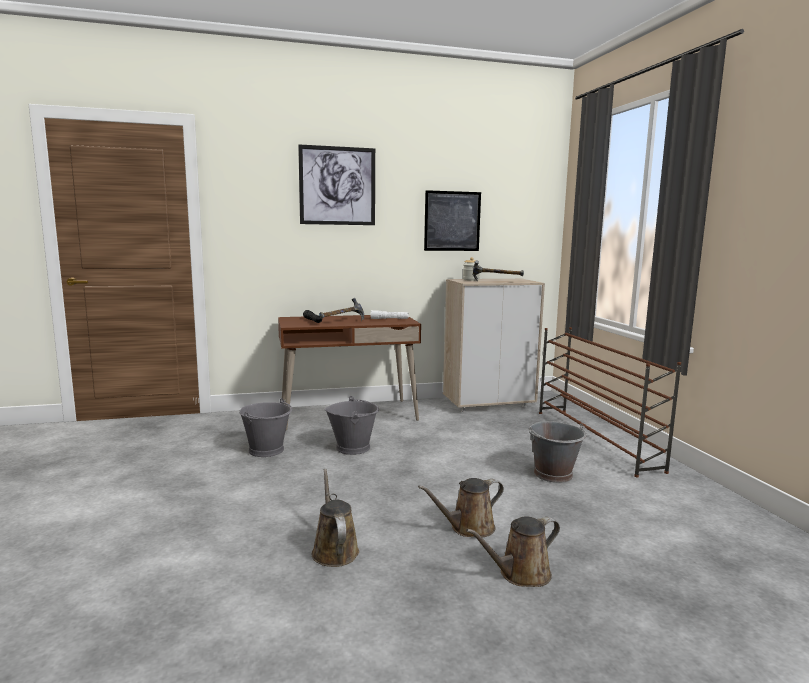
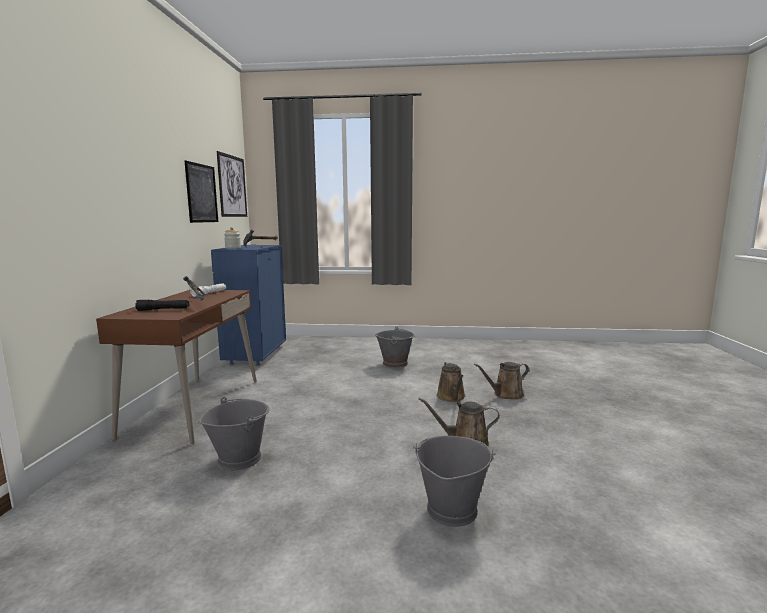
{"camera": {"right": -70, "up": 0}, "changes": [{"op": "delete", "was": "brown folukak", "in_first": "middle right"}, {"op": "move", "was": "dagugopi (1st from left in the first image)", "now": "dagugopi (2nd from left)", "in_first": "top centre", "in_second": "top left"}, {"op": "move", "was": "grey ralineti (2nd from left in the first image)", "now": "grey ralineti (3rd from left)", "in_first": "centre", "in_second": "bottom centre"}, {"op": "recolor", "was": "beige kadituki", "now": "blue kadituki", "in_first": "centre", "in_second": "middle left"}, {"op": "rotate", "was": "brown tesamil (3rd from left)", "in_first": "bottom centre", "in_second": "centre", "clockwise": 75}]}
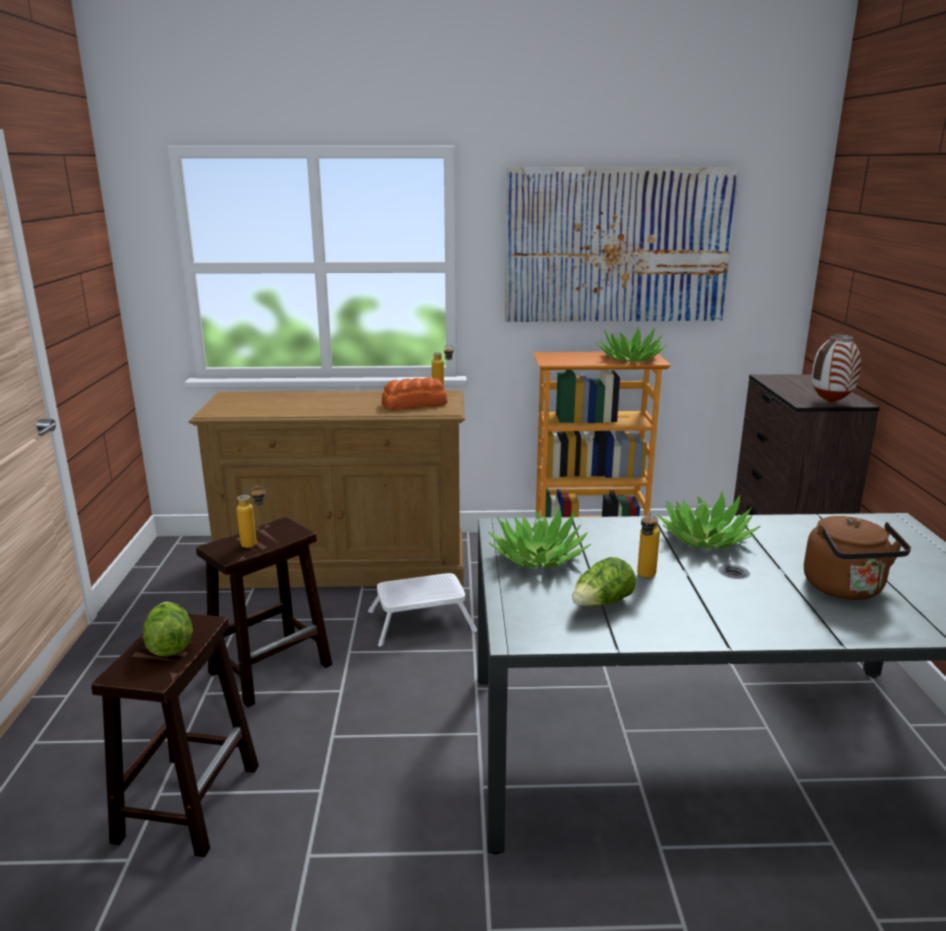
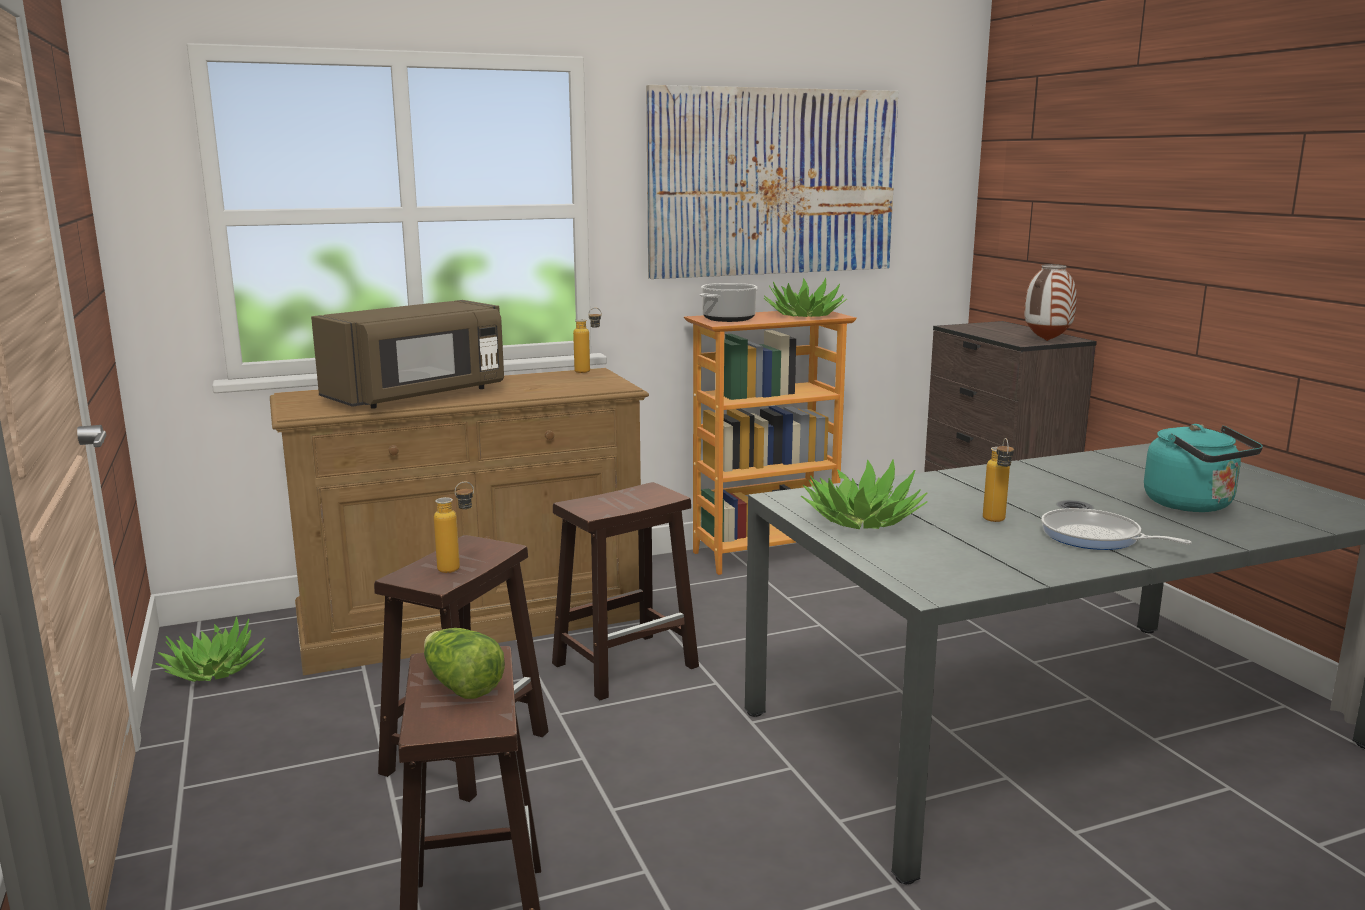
{"camera": {"right": -20, "up": -5}, "changes": [{"op": "delete", "was": "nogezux", "in_first": "centre"}, {"op": "delete", "was": "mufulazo (2nd from left)", "in_first": "centre"}, {"op": "insert", "now": "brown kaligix", "in_second": "middle left"}, {"op": "insert", "now": "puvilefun", "in_second": "top centre"}, {"op": "insert", "now": "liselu", "in_second": "middle right"}, {"op": "move", "was": "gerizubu (3rd from left in the first image)", "now": "gerizubu (1st from left)", "in_first": "middle right", "in_second": "bottom left"}, {"op": "replace", "was": "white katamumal", "now": "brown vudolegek (3rd from left)", "in_first": "centre", "in_second": "centre"}, {"op": "recolor", "was": "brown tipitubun", "now": "turquoise tipitubun", "in_first": "middle right", "in_second": "middle right"}]}
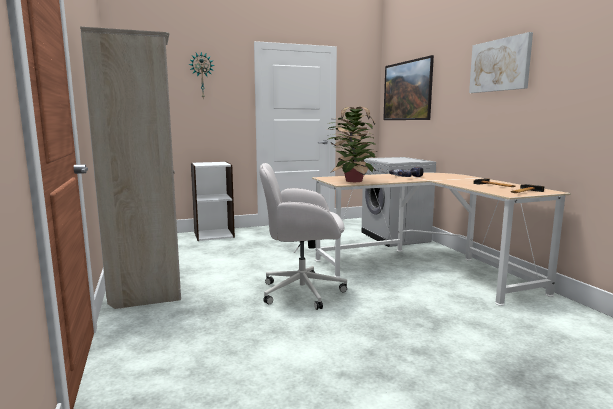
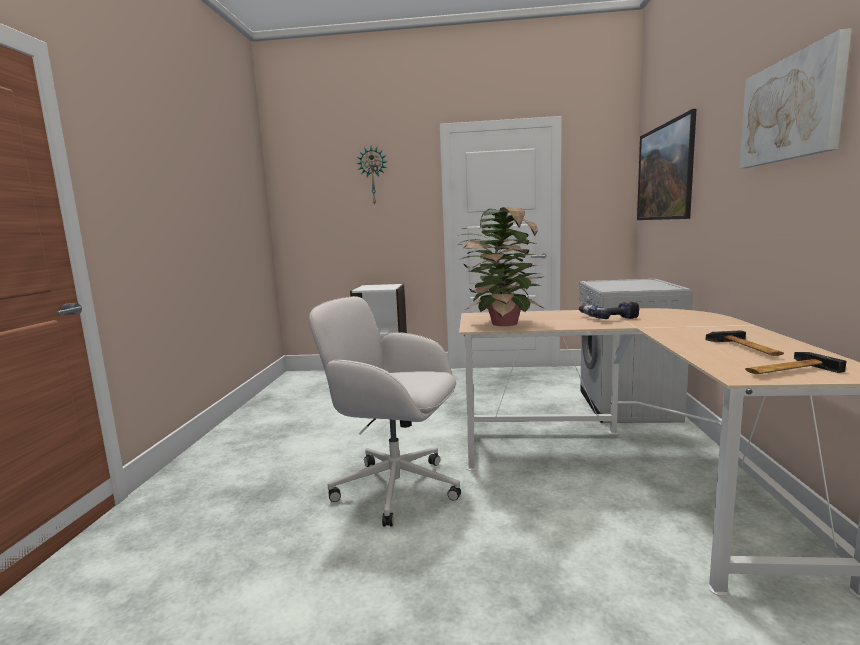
{"camera": {"right": 25, "up": 0}, "changes": [{"op": "delete", "was": "beige kadituki", "in_first": "middle left"}]}
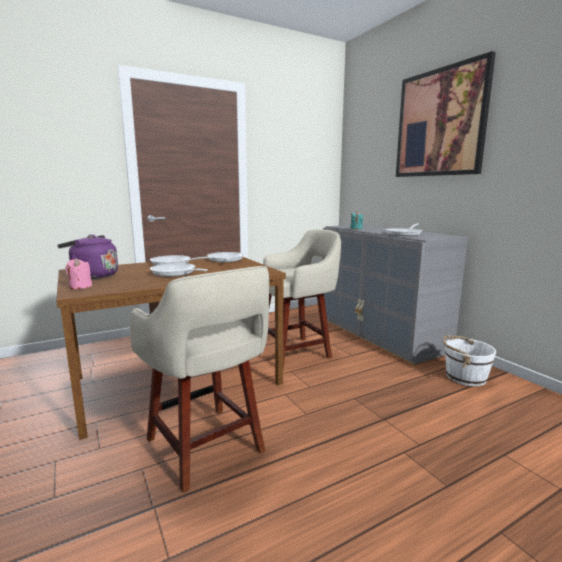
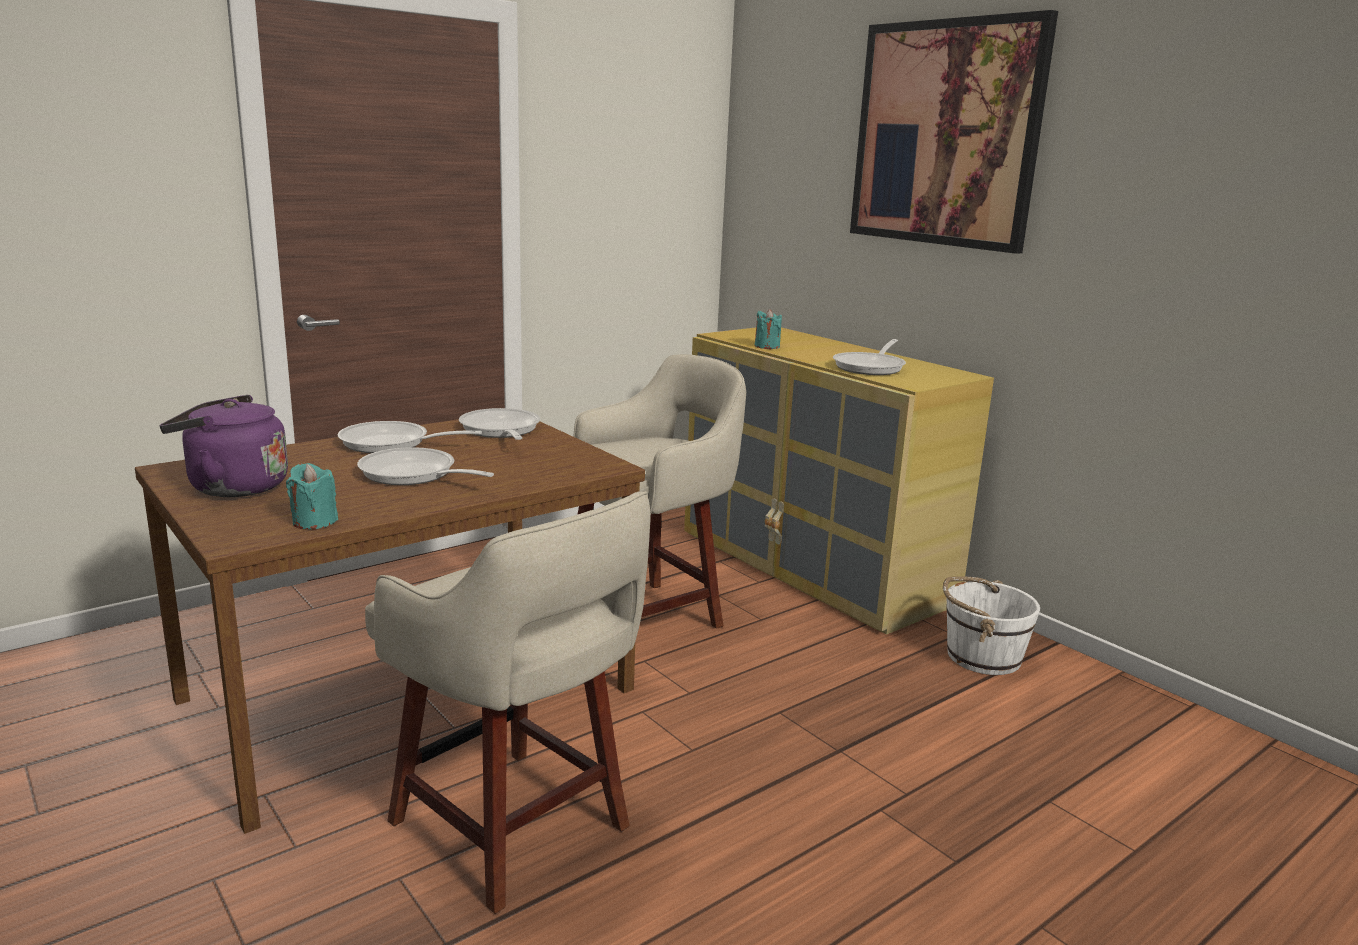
{"camera": {"right": -10, "up": 5}, "changes": [{"op": "delete", "was": "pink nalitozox", "in_first": "middle left"}, {"op": "insert", "now": "turquoise nalitozox (1st from left)", "in_second": "middle left"}, {"op": "recolor", "was": "grey kadituki", "now": "yellow kadituki", "in_first": "middle right", "in_second": "centre"}]}
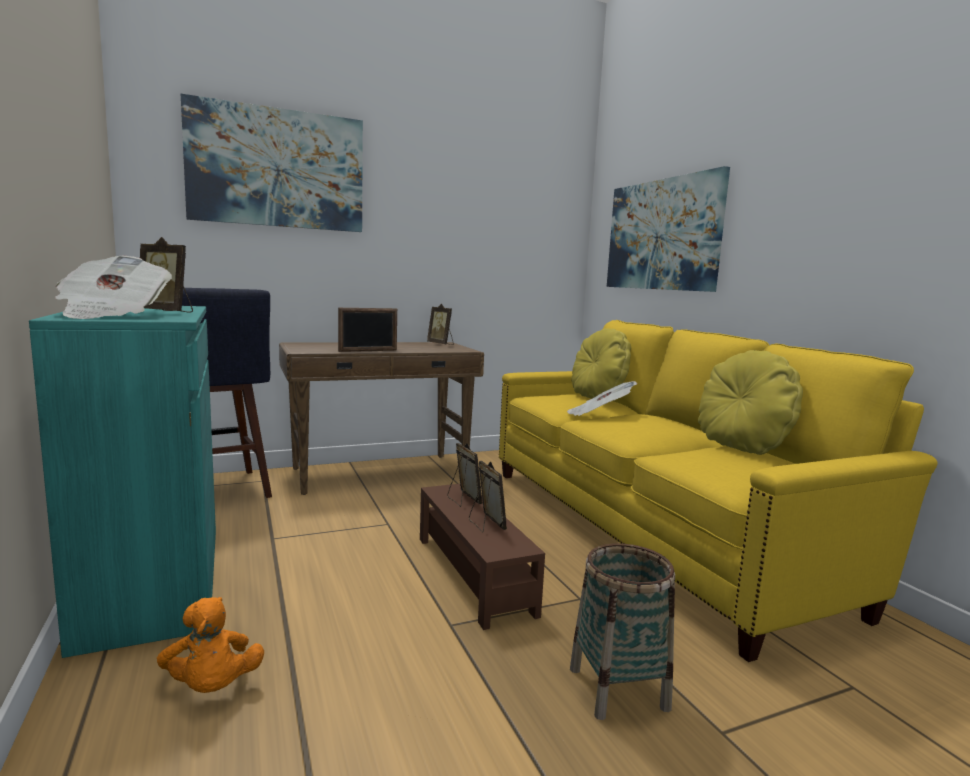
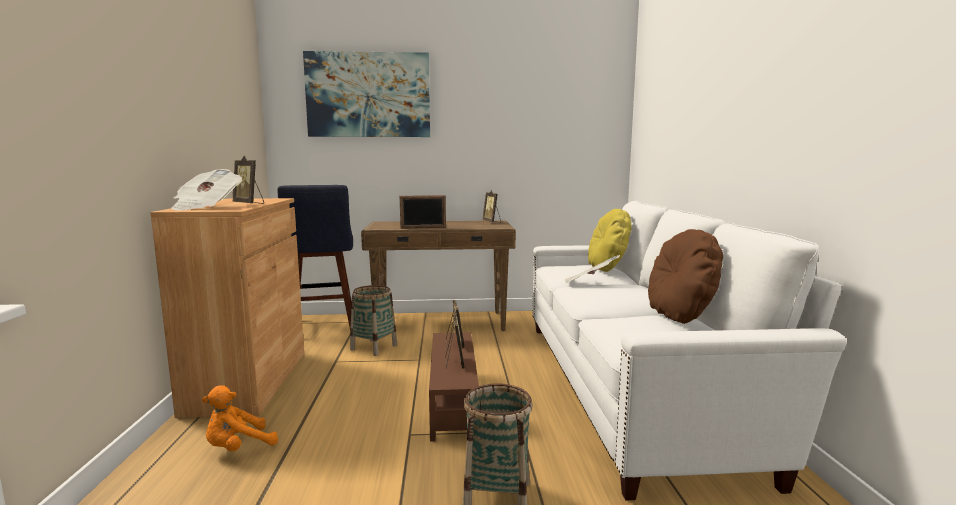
{"camera": {"right": 20, "up": 0}, "changes": [{"op": "delete", "was": "dagugopi (2nd from left)", "in_first": "top right"}, {"op": "insert", "now": "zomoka (1st from left)", "in_second": "centre"}, {"op": "recolor", "was": "turquoise kadituki", "now": "brown kadituki", "in_first": "middle left", "in_second": "middle left"}, {"op": "recolor", "was": "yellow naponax", "now": "white naponax", "in_first": "middle right", "in_second": "bottom right"}, {"op": "recolor", "was": "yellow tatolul (2nd from left)", "now": "brown tatolul", "in_first": "middle right", "in_second": "middle right"}, {"op": "rotate", "was": "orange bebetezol", "in_first": "bottom left", "in_second": "bottom left", "clockwise": 60}]}
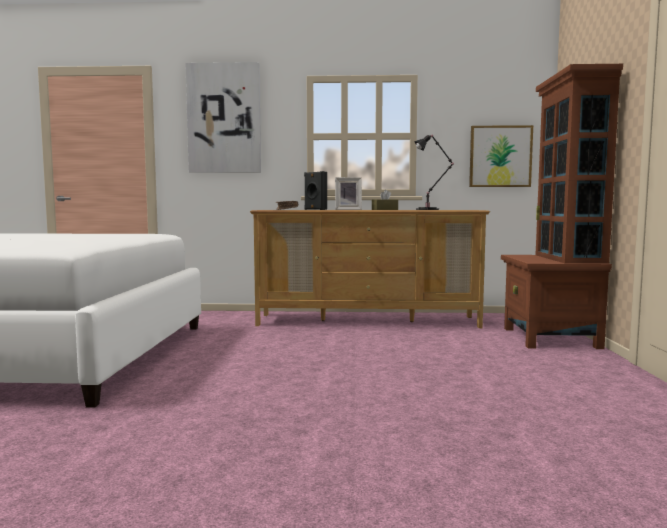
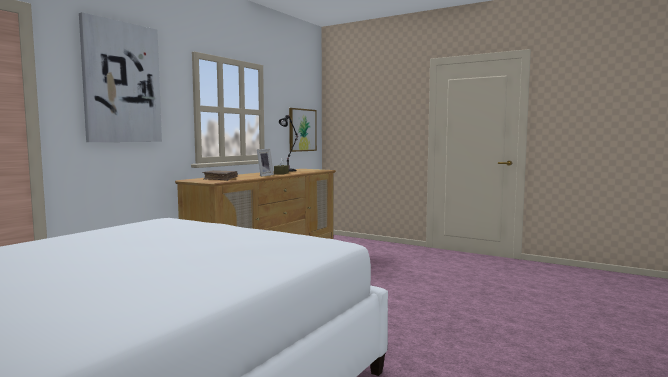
{"camera": {"right": -60, "up": 0}, "changes": [{"op": "delete", "was": "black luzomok", "in_first": "centre"}, {"op": "delete", "was": "brown kadituki", "in_first": "middle right"}]}
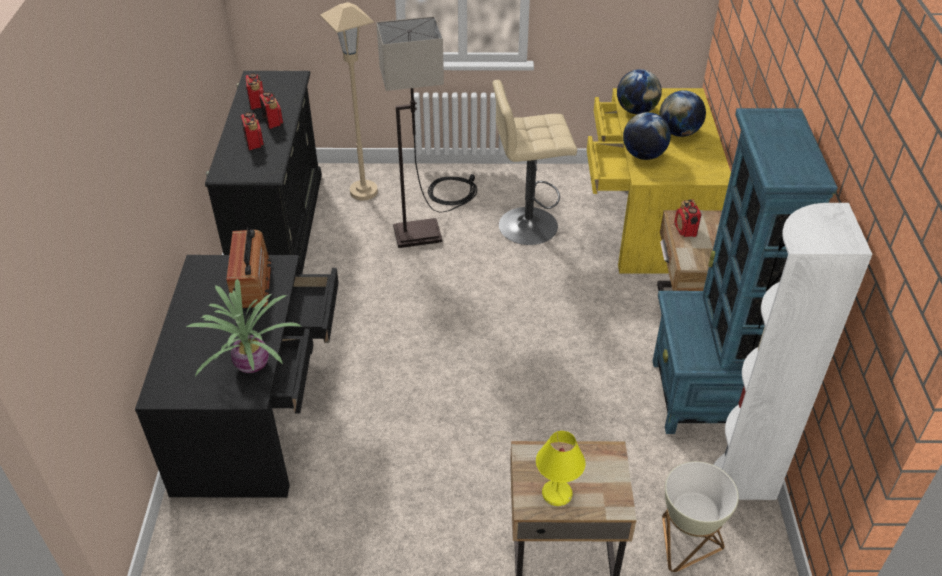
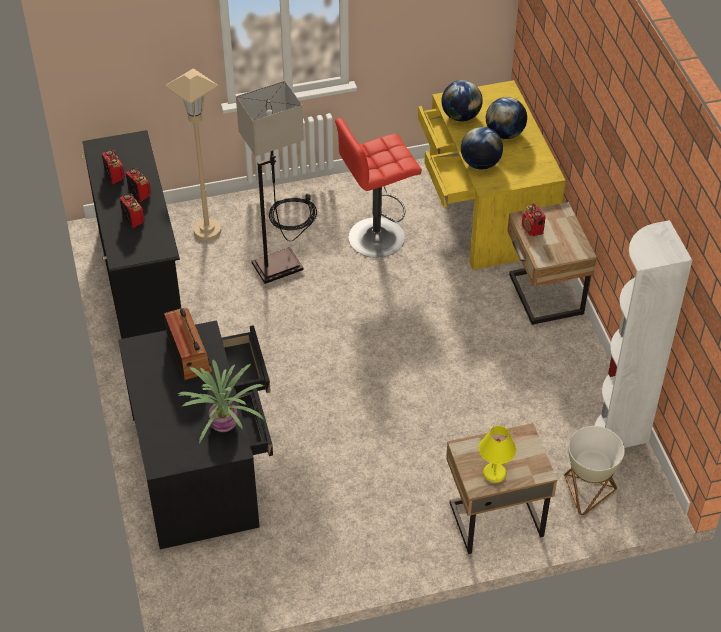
{"camera": {"right": -15, "up": 5}, "changes": [{"op": "delete", "was": "blue kadituki", "in_first": "middle right"}, {"op": "recolor", "was": "beige vudolegek", "now": "red vudolegek", "in_first": "top centre", "in_second": "top centre"}]}
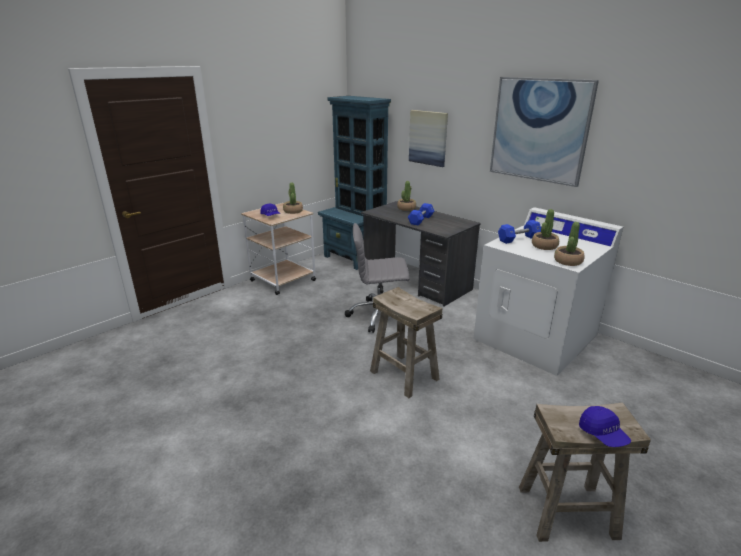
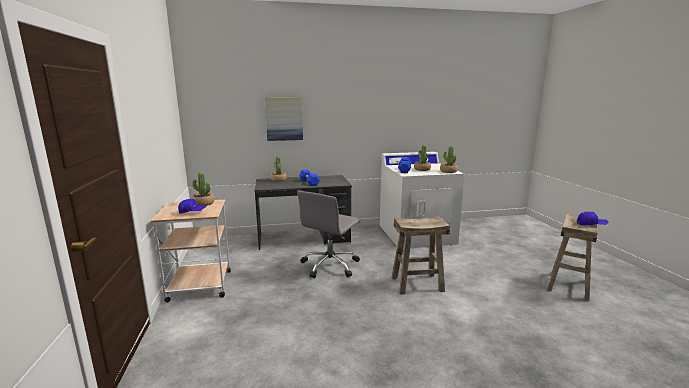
{"camera": {"right": -55, "up": -10}, "changes": [{"op": "delete", "was": "blue kadituki", "in_first": "top centre"}, {"op": "delete", "was": "dagugopi (2nd from left)", "in_first": "top right"}]}
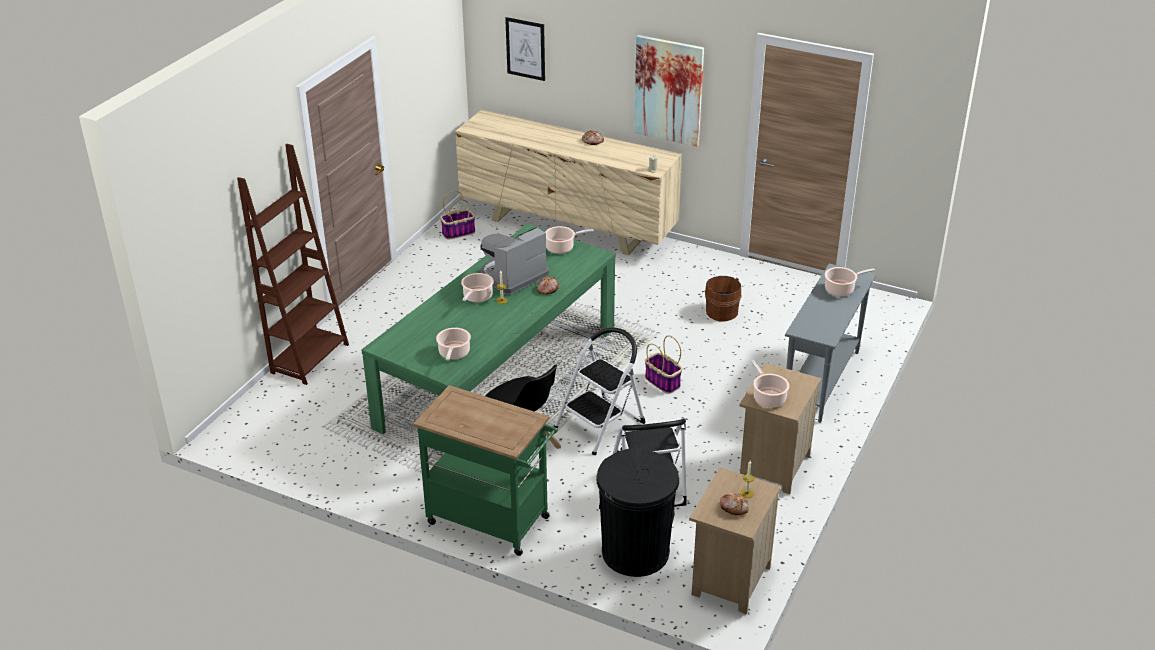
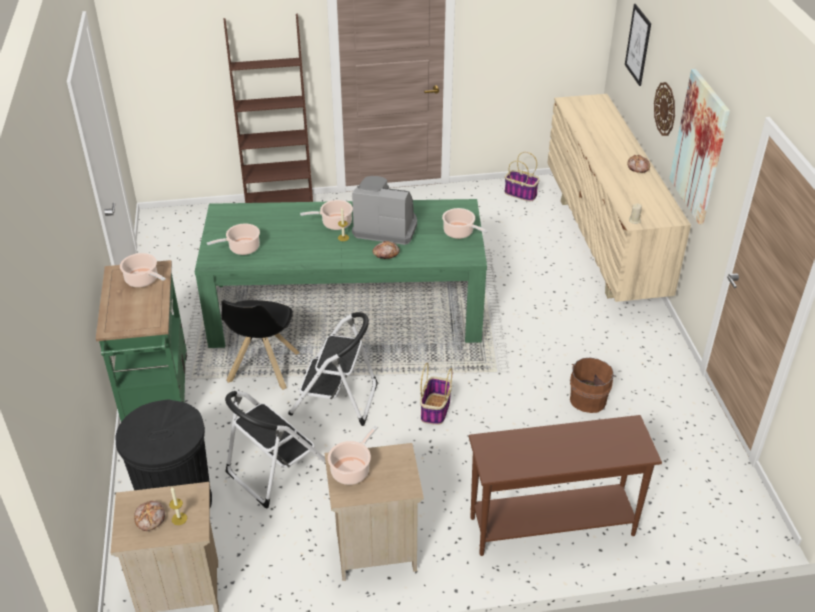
{"camera": {"right": 55, "up": 5}, "changes": [{"op": "insert", "now": "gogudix", "in_second": "top right"}, {"op": "move", "was": "puvilefun (5th from left in the first image)", "now": "puvilefun (1st from left)", "in_first": "middle right", "in_second": "middle left"}, {"op": "recolor", "was": "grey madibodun", "now": "brown madibodun", "in_first": "middle right", "in_second": "bottom right"}]}
